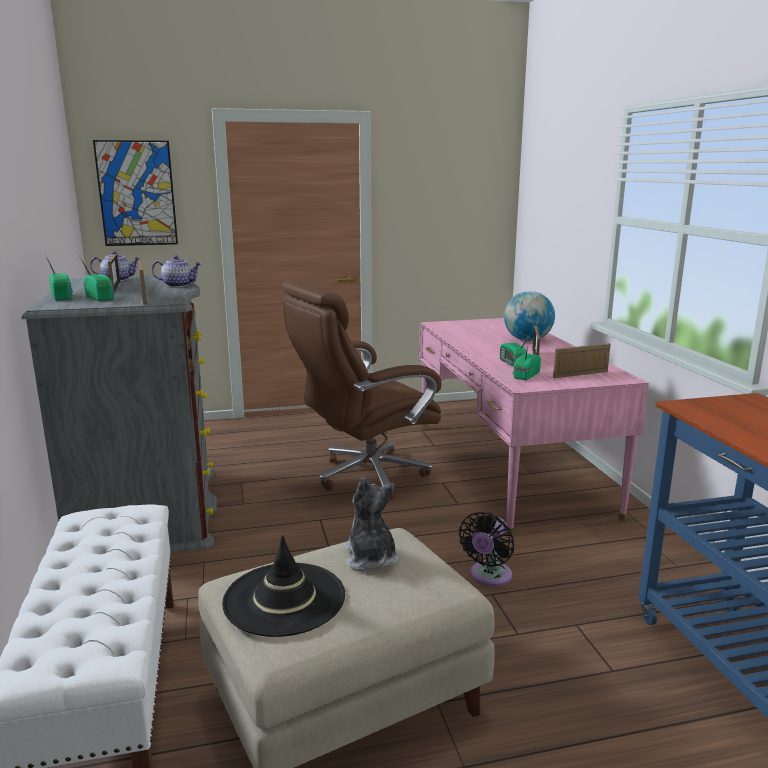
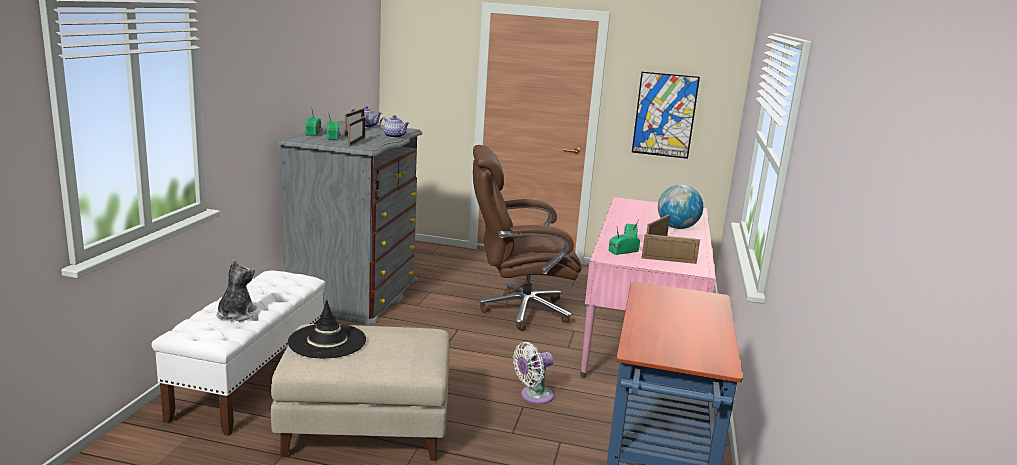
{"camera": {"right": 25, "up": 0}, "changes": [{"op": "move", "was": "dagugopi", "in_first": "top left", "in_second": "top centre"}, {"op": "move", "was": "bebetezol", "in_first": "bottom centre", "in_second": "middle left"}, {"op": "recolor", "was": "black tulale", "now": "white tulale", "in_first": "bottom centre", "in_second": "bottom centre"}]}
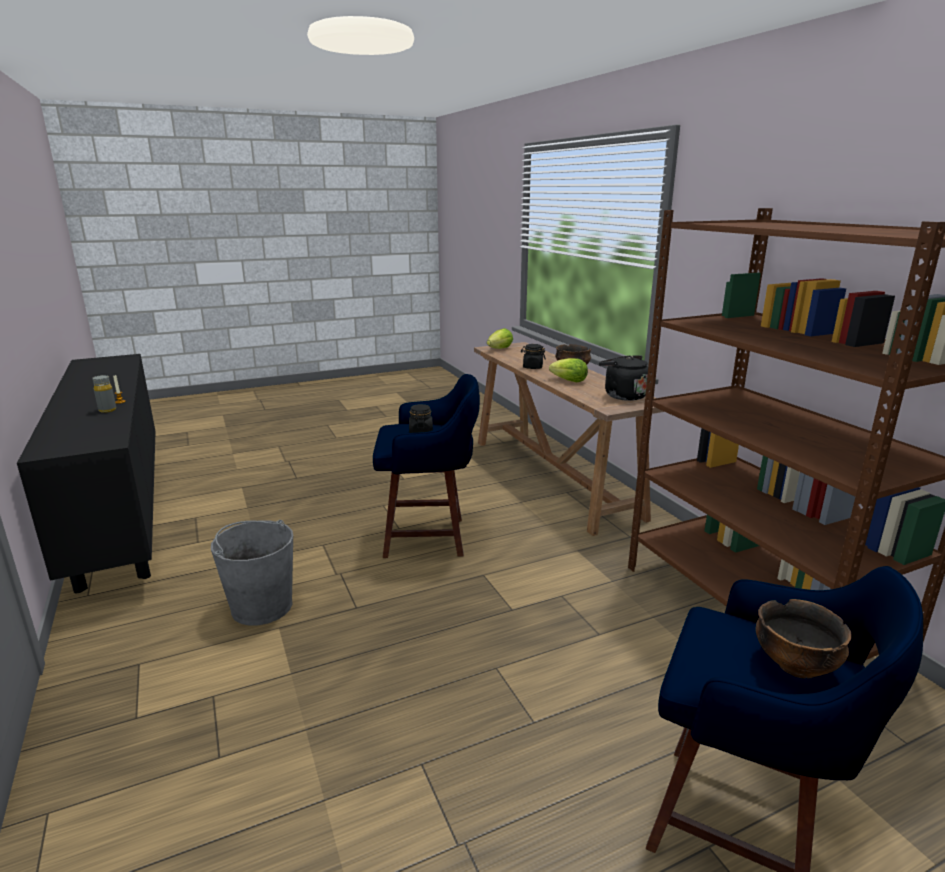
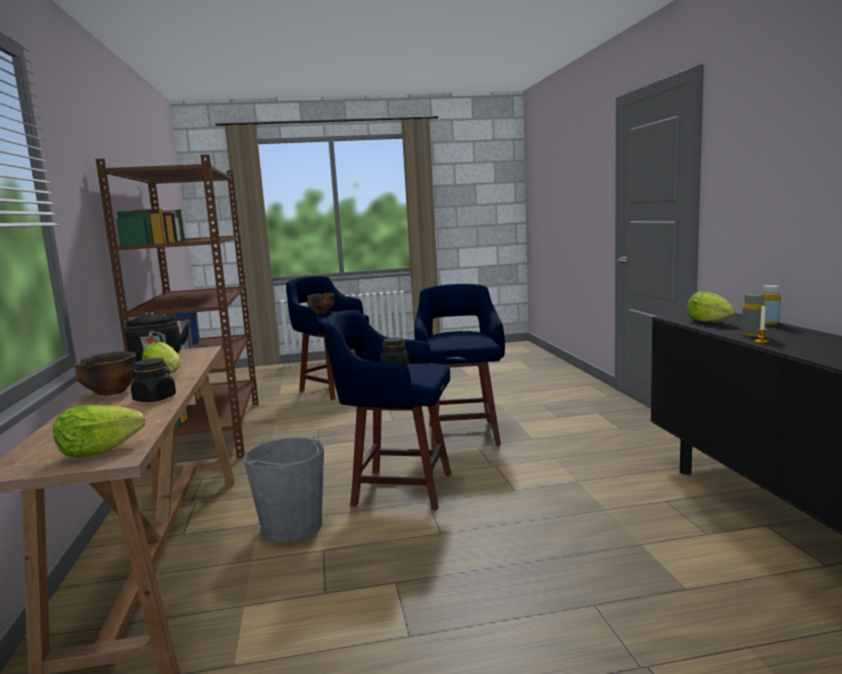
{"camera": {"right": -165, "up": -10}, "changes": [{"op": "insert", "now": "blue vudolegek (3rd from left)", "in_second": "centre"}, {"op": "insert", "now": "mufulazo (3rd from left)", "in_second": "middle right"}, {"op": "insert", "now": "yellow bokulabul", "in_second": "middle right"}, {"op": "move", "was": "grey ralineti", "in_first": "middle left", "in_second": "bottom centre"}]}
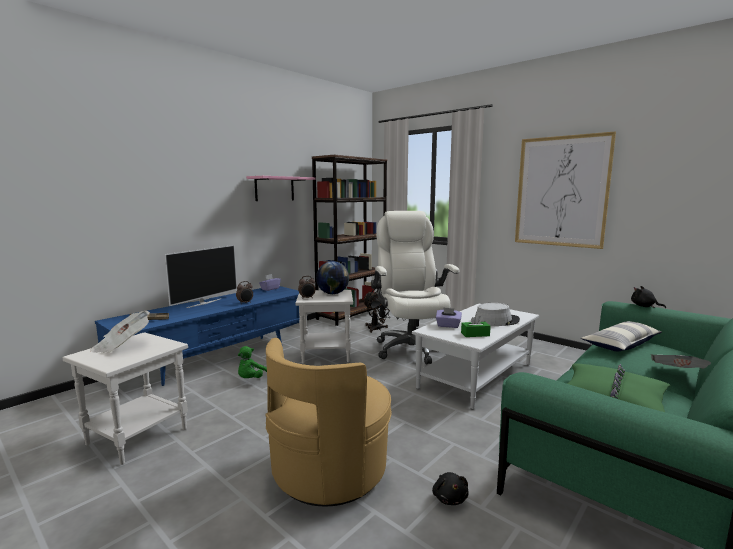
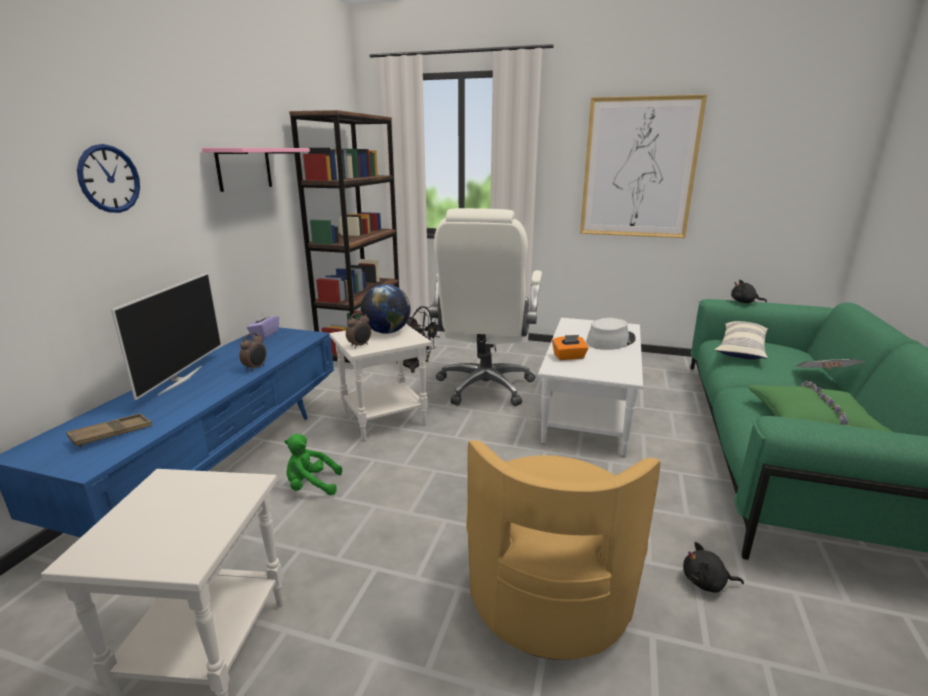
{"camera": {"right": -25, "up": 10}, "changes": [{"op": "delete", "was": "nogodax (1st from left)", "in_first": "middle left"}, {"op": "delete", "was": "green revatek", "in_first": "centre"}, {"op": "insert", "now": "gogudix", "in_second": "top left"}, {"op": "recolor", "was": "purple revatek (2nd from left)", "now": "orange revatek", "in_first": "centre", "in_second": "centre"}, {"op": "rotate", "was": "green bebetezol", "in_first": "centre", "in_second": "bottom centre", "clockwise": 90}, {"op": "rotate", "was": "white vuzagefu", "in_first": "centre", "in_second": "centre", "clockwise": -135}, {"op": "rotate", "was": "black bebetezol (1st from left)", "in_first": "bottom centre", "in_second": "bottom right", "clockwise": 135}]}
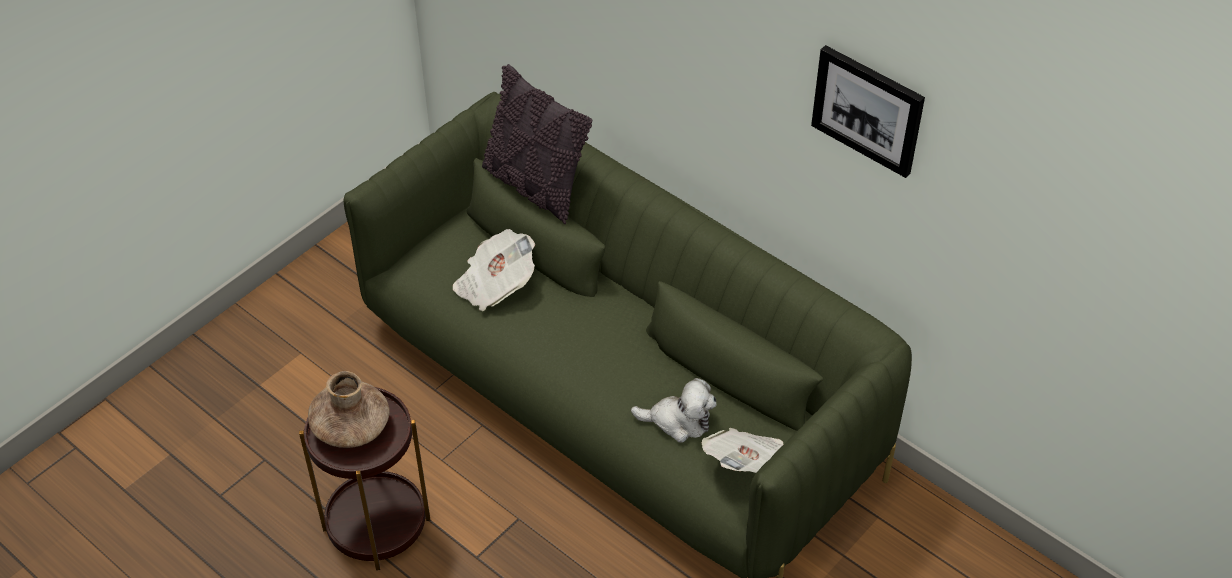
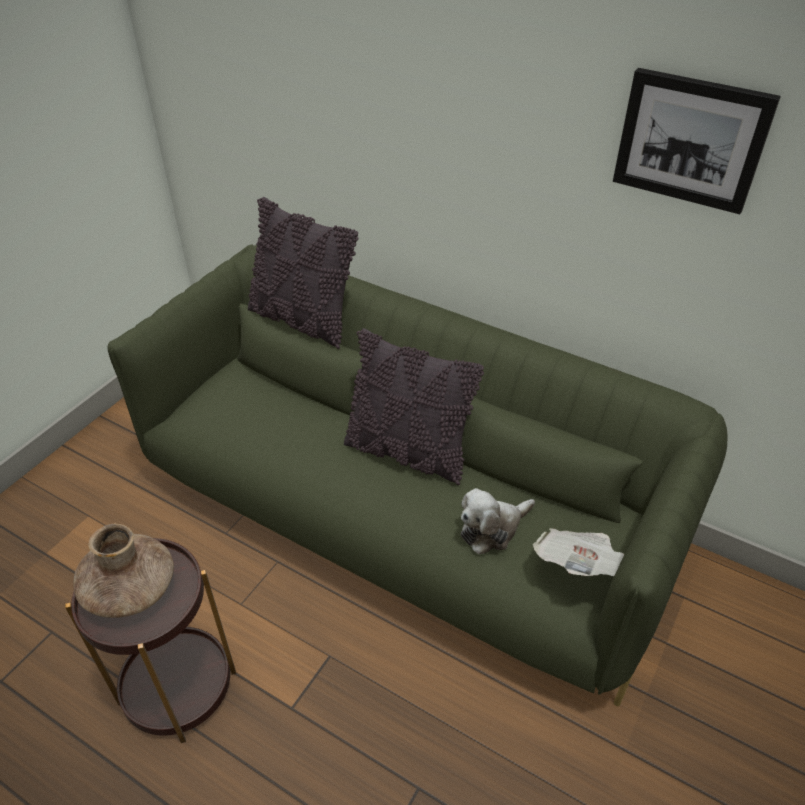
{"camera": {"right": -10, "up": -5}, "changes": [{"op": "delete", "was": "nogodax (1st from left)", "in_first": "centre"}, {"op": "insert", "now": "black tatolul (2nd from left)", "in_second": "centre"}, {"op": "rotate", "was": "bebetezol", "in_first": "bottom centre", "in_second": "centre", "clockwise": 150}]}
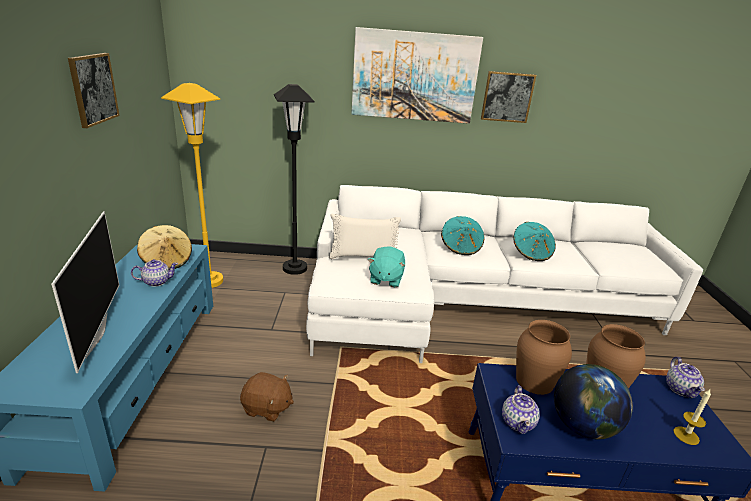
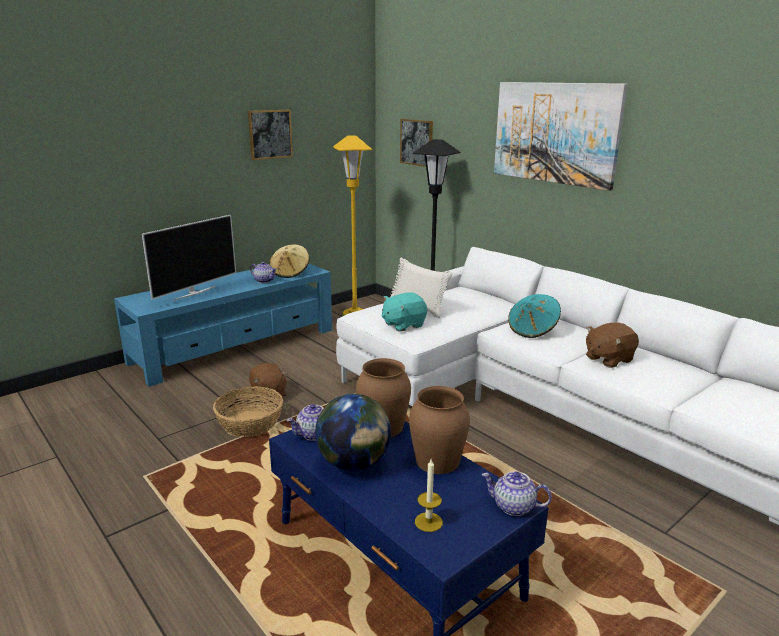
{"camera": {"right": 50, "up": -5}, "changes": [{"op": "insert", "now": "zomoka", "in_second": "middle left"}, {"op": "move", "was": "dagugopi (3rd from left in the first image)", "now": "dagugopi (2nd from left)", "in_first": "top right", "in_second": "top centre"}, {"op": "replace", "was": "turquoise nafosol (2nd from left)", "now": "brown bebetezol (2nd from left)", "in_first": "middle right", "in_second": "middle right"}, {"op": "rotate", "was": "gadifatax (3rd from left)", "in_first": "bottom right", "in_second": "bottom centre", "clockwise": 60}]}
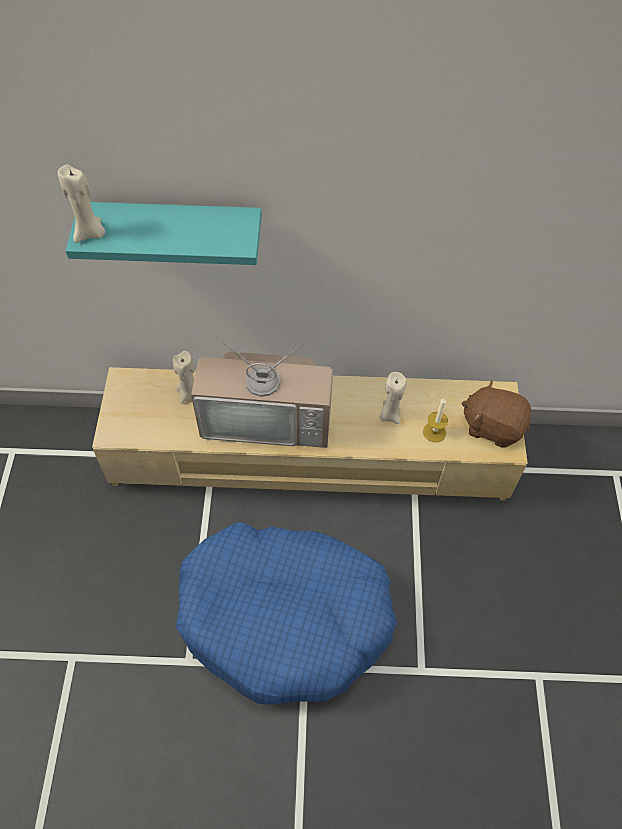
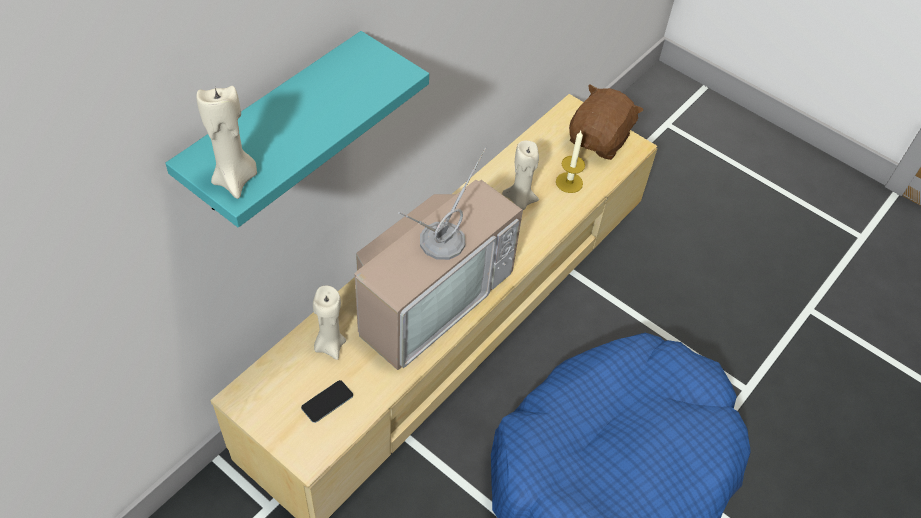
{"camera": {"right": -55, "up": -5}, "changes": [{"op": "insert", "now": "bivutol", "in_second": "bottom centre"}, {"op": "rotate", "was": "brown bebetezol", "in_first": "middle right", "in_second": "top centre", "clockwise": 150}]}
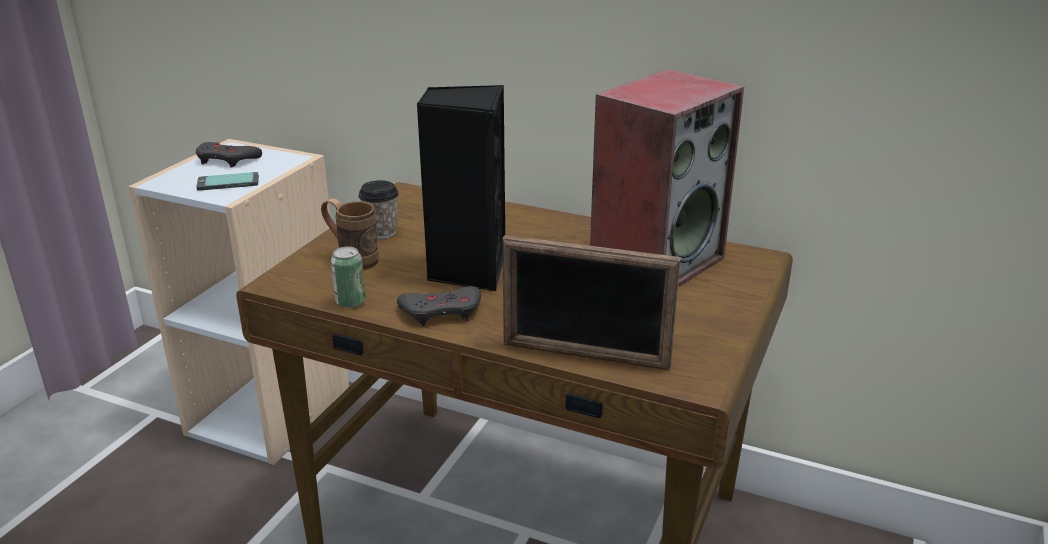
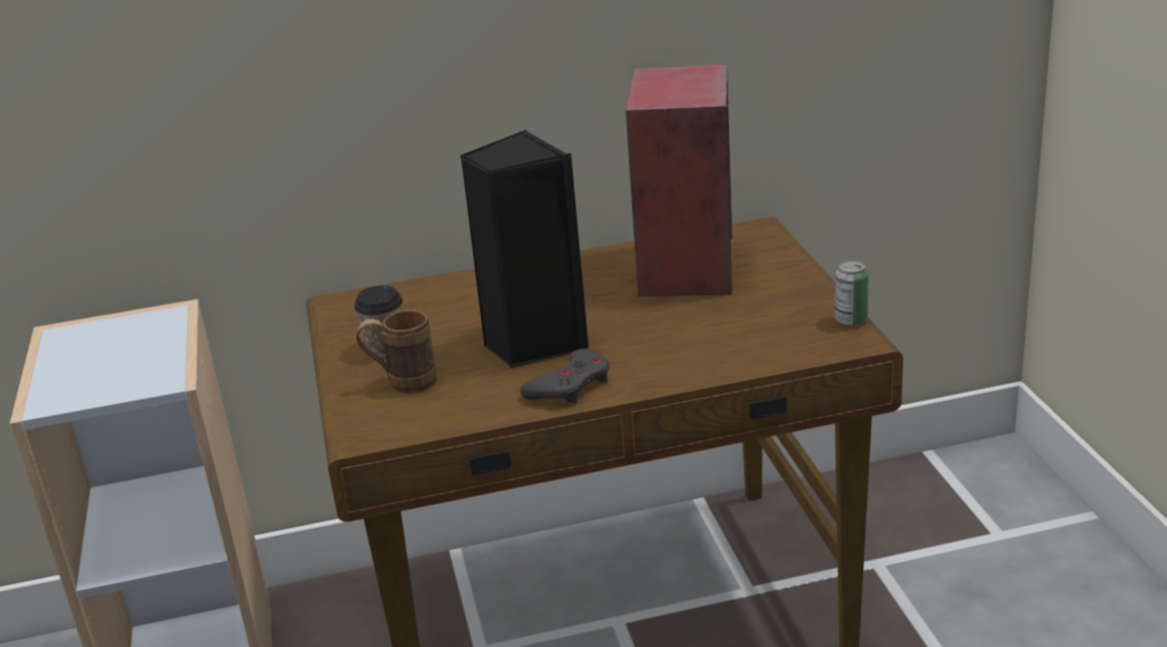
{"camera": {"right": -35, "up": 0}, "changes": [{"op": "delete", "was": "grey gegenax (1st from left)", "in_first": "top left"}, {"op": "delete", "was": "bivutol", "in_first": "top left"}, {"op": "delete", "was": "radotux", "in_first": "centre"}, {"op": "move", "was": "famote", "in_first": "middle left", "in_second": "middle right"}]}
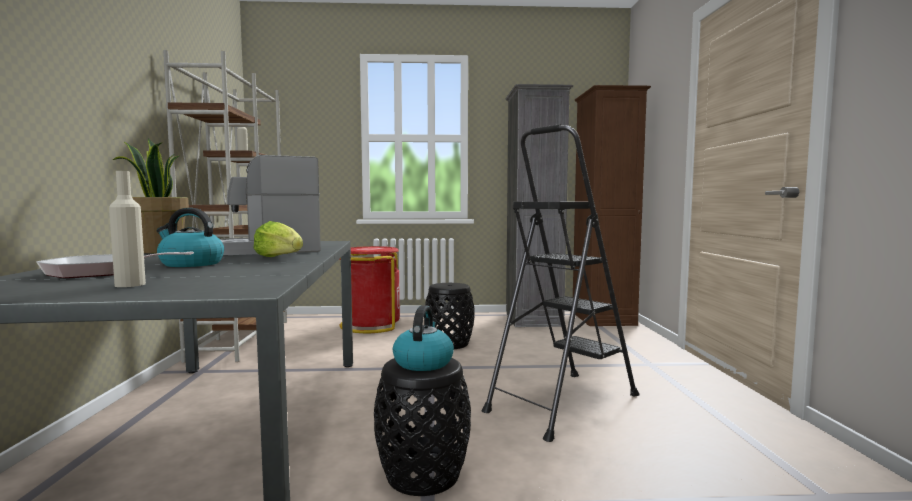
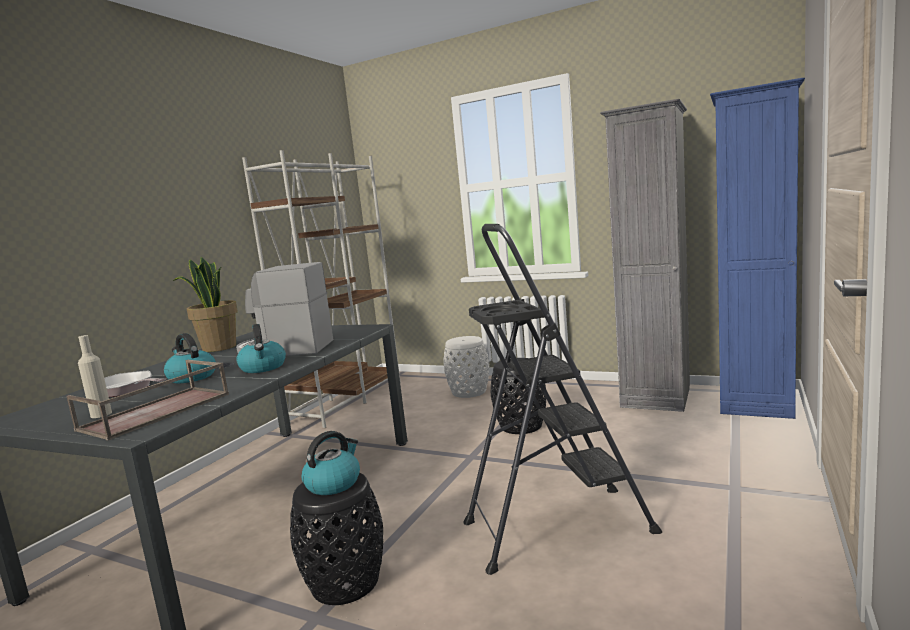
{"camera": {"right": 30, "up": 5}, "changes": [{"op": "insert", "now": "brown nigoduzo", "in_second": "middle left"}, {"op": "replace", "was": "mufulazo", "now": "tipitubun (2nd from left)", "in_first": "middle left", "in_second": "middle left"}, {"op": "replace", "was": "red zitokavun", "now": "white vudolegek", "in_first": "centre", "in_second": "centre"}, {"op": "recolor", "was": "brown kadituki", "now": "blue kadituki", "in_first": "middle right", "in_second": "middle right"}]}
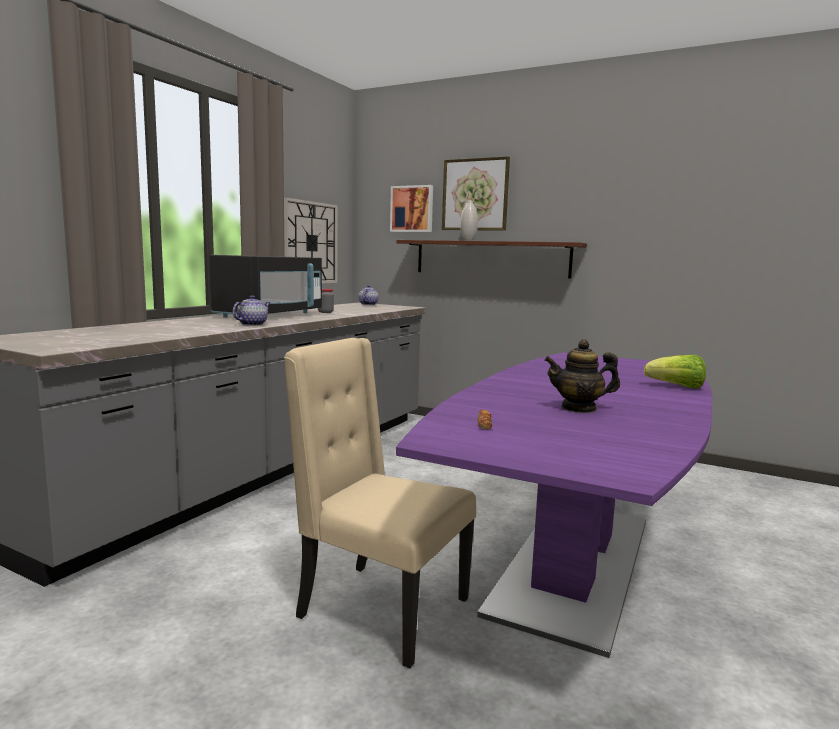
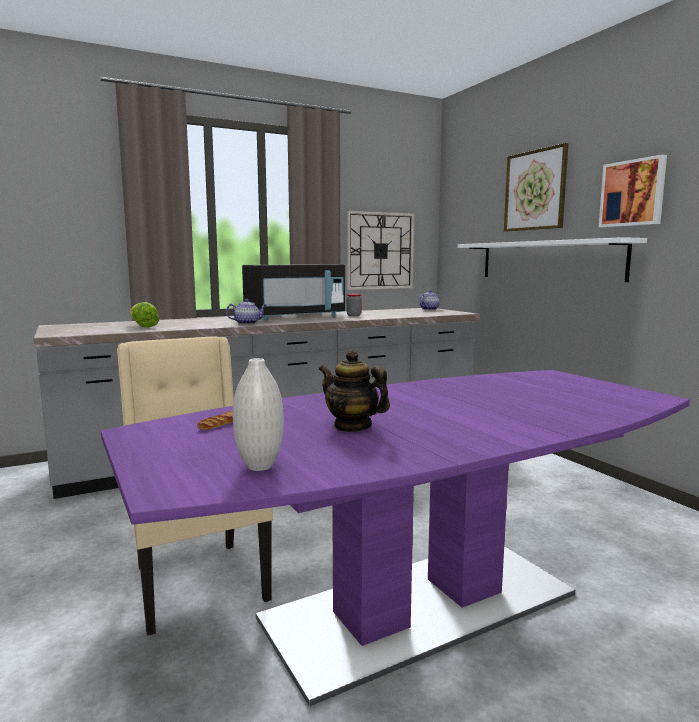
{"camera": {"right": 35, "up": 0}, "changes": [{"op": "move", "was": "dagugopi (1st from left in the first image)", "now": "dagugopi (2nd from left)", "in_first": "top centre", "in_second": "top right"}, {"op": "move", "was": "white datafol", "in_first": "top centre", "in_second": "centre"}, {"op": "move", "was": "mufulazo", "in_first": "middle right", "in_second": "middle left"}, {"op": "recolor", "was": "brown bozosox", "now": "white bozosox", "in_first": "centre", "in_second": "middle right"}]}
